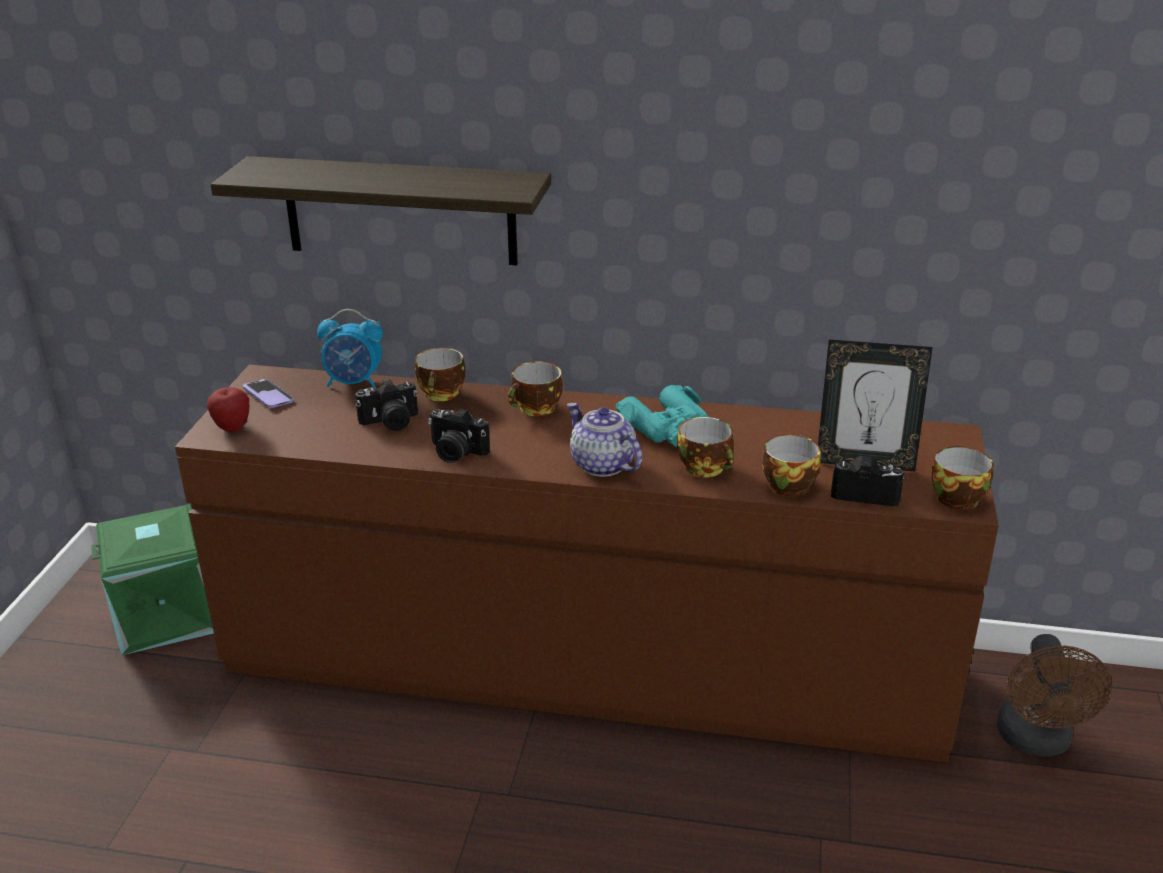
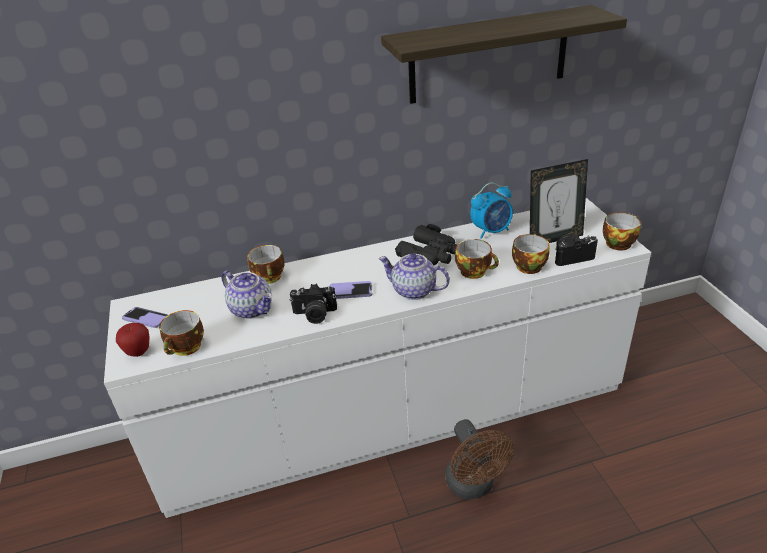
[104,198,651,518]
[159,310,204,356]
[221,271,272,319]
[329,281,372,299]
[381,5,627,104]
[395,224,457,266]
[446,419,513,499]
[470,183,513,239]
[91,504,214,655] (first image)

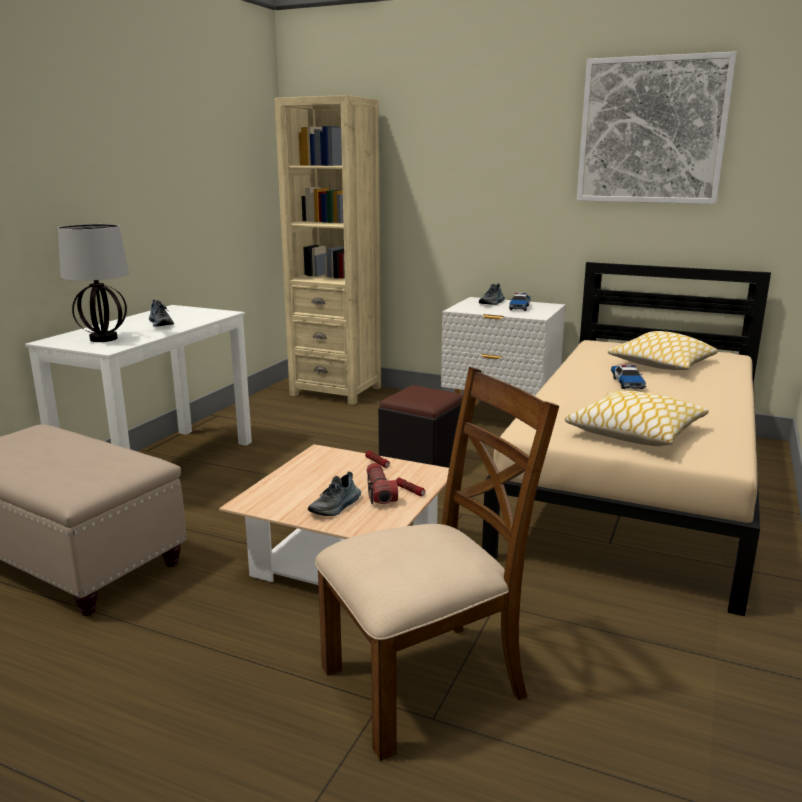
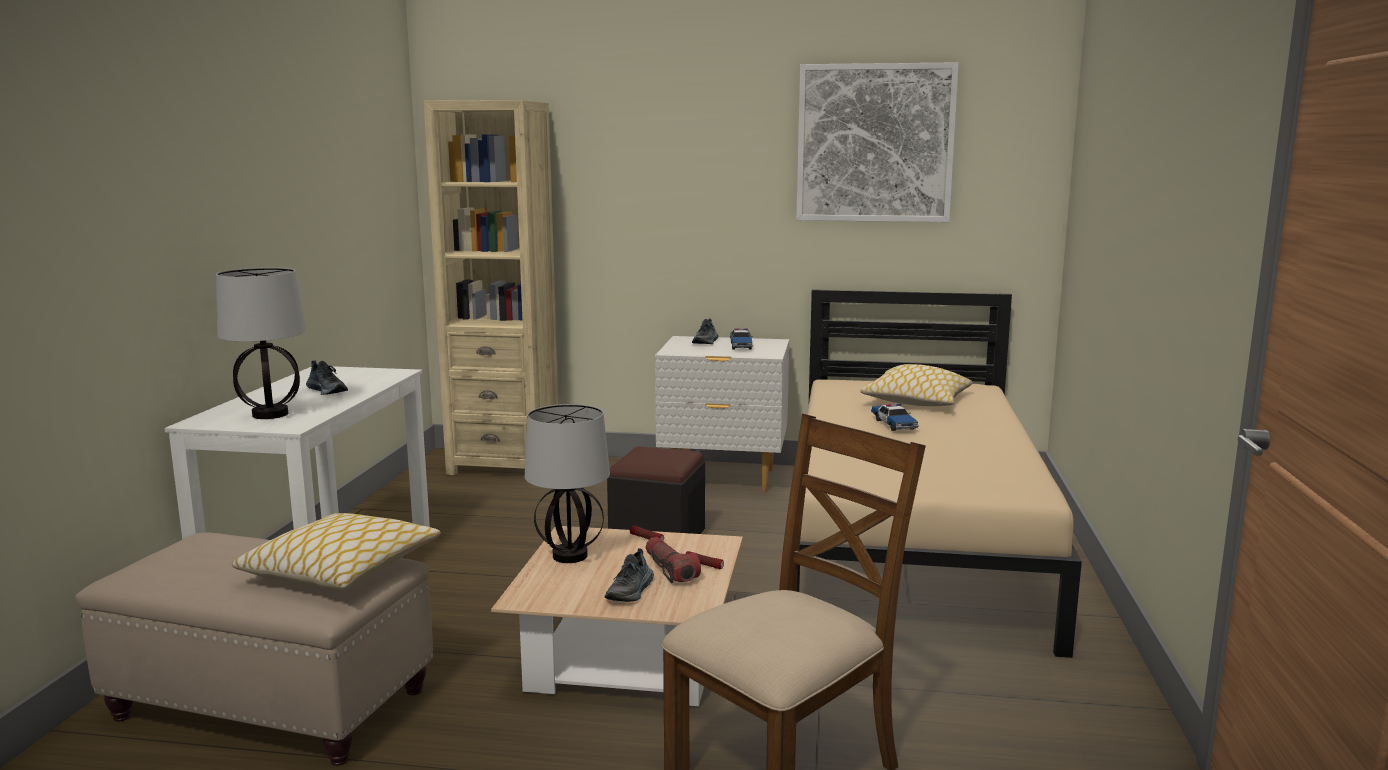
[232,513,441,591]
[525,404,610,563]

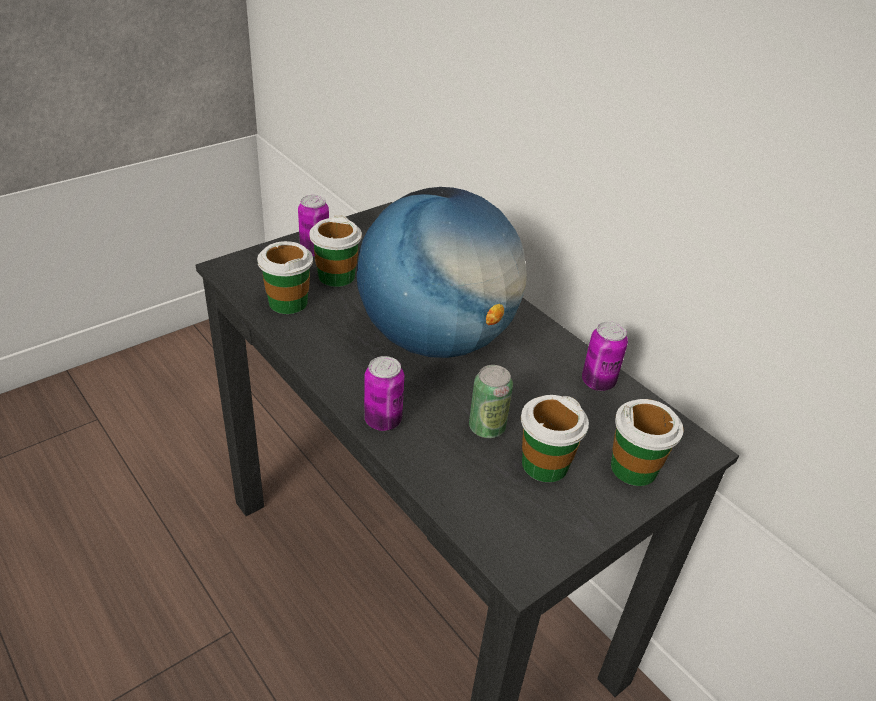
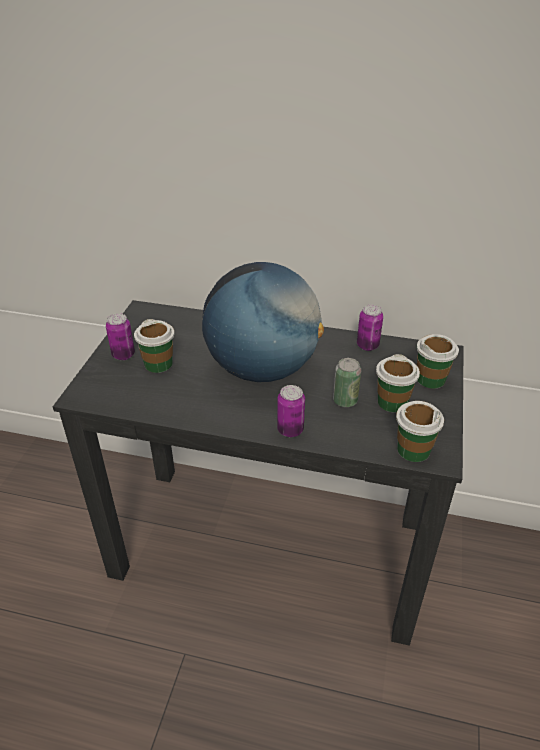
[396,401,444,462]

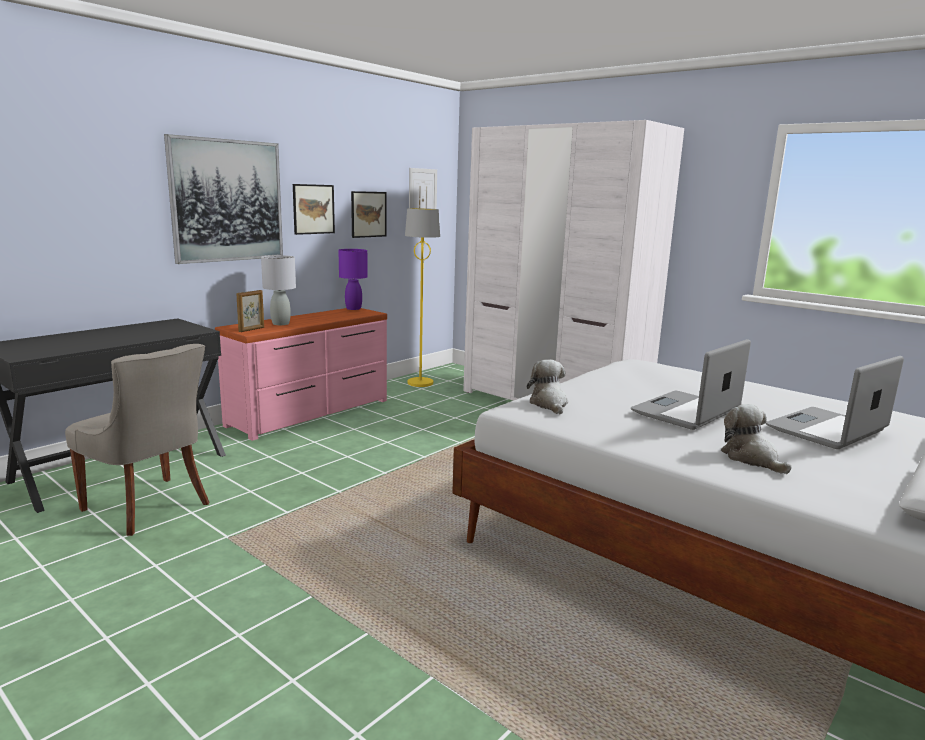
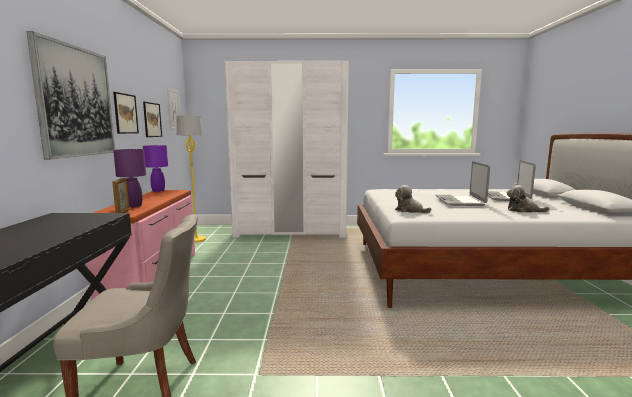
[113,149,146,207]

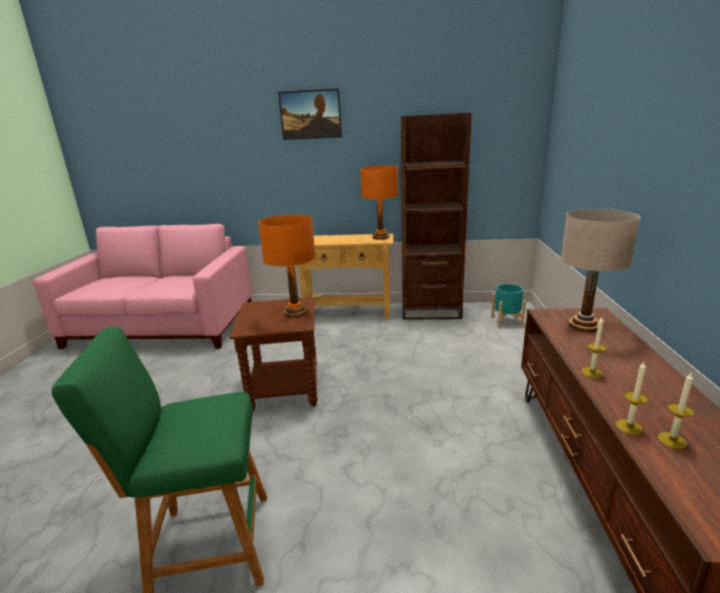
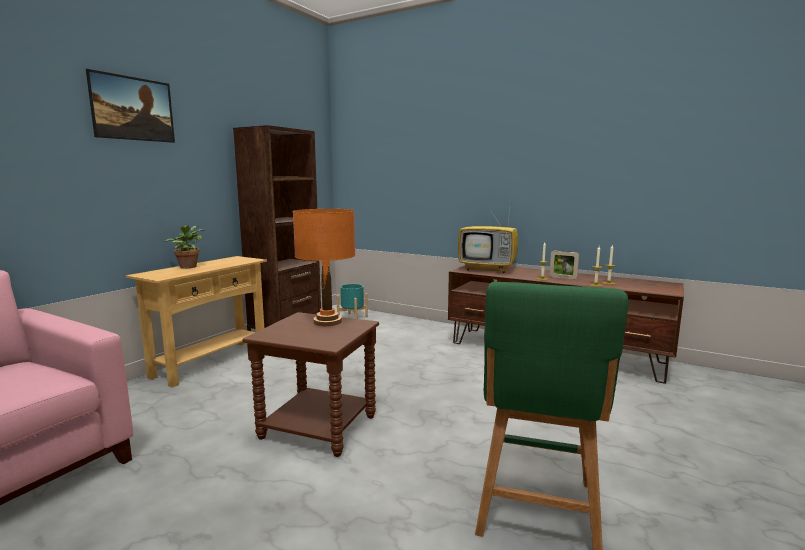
[164,225,204,269]
[458,202,518,273]
[550,251,579,279]
[360,166,398,240] (first image)

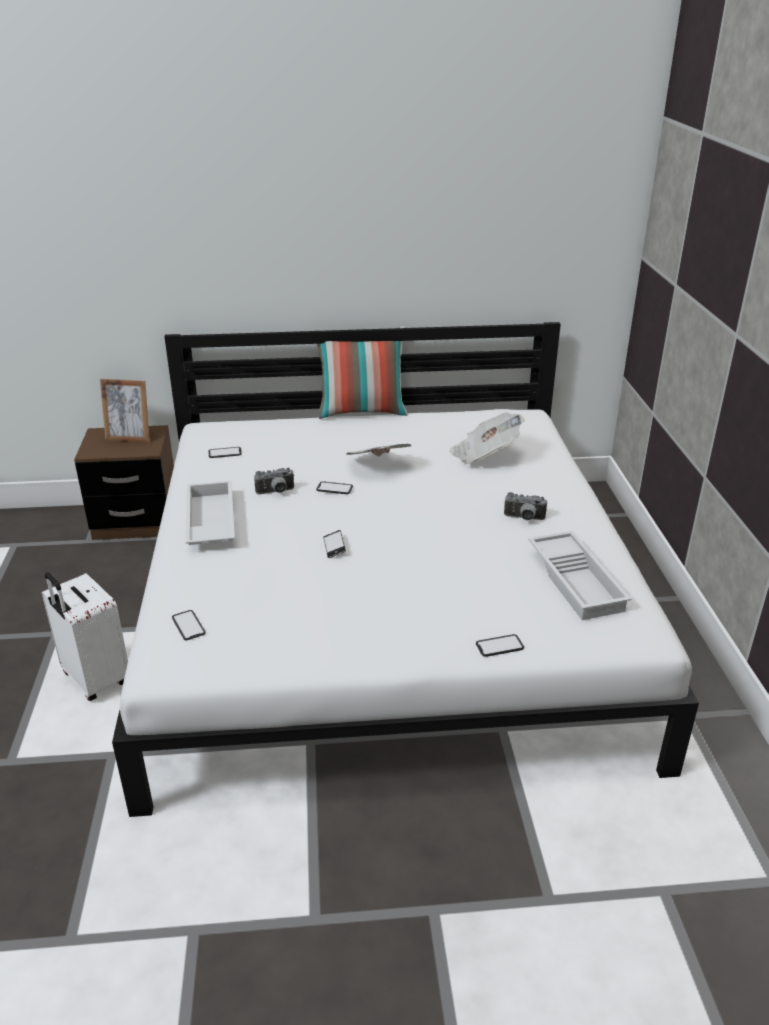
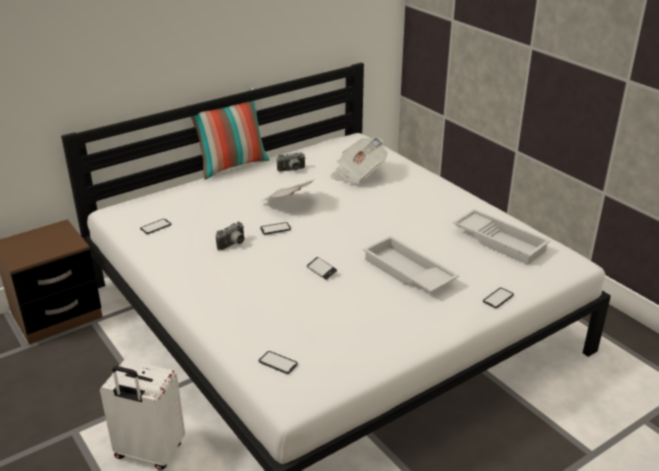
[277,152,306,172]
[363,236,459,293]
[100,379,150,443] (first image)

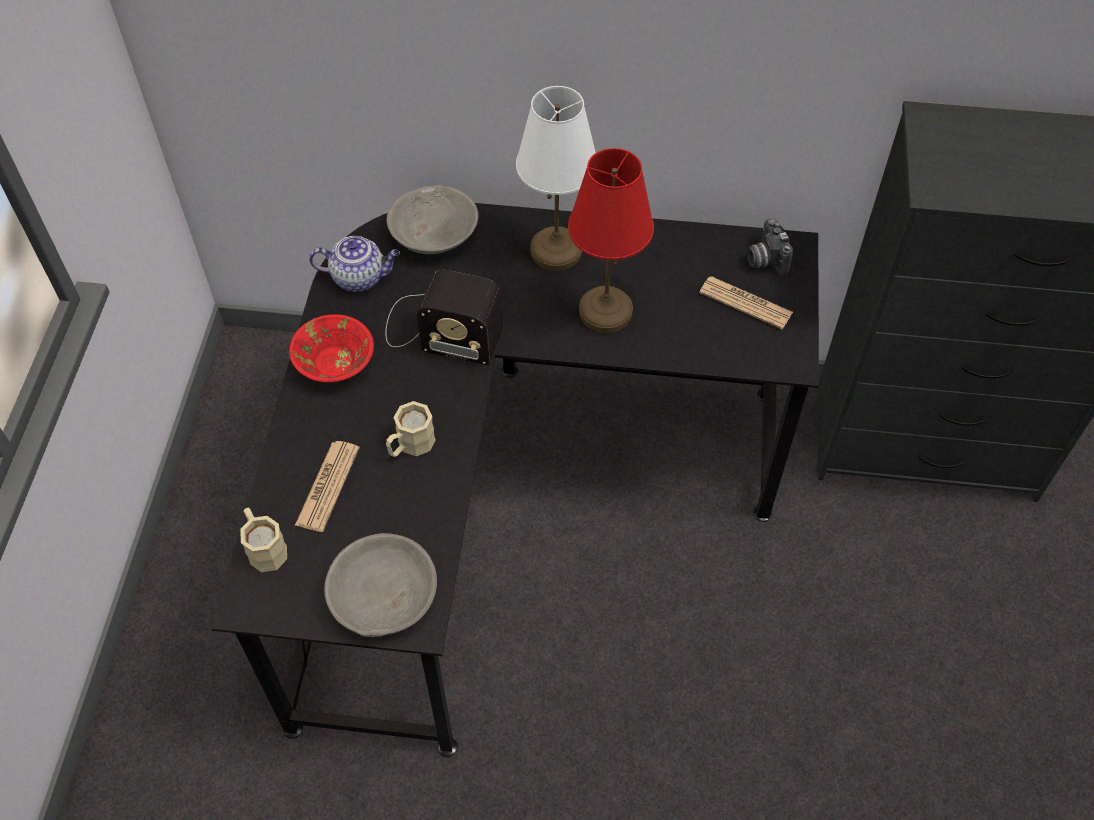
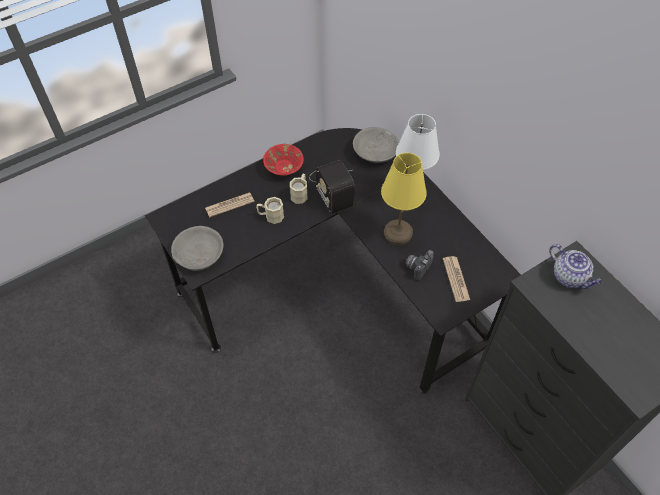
[290,174,308,204]
[381,153,427,245]
[405,250,434,280]
[549,244,602,289]

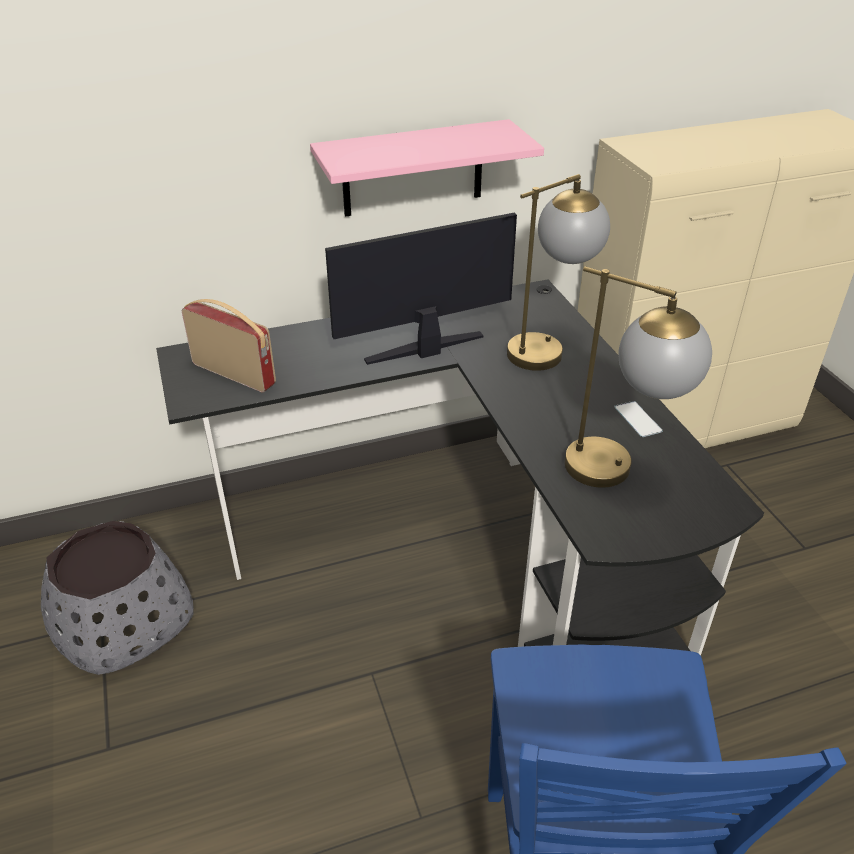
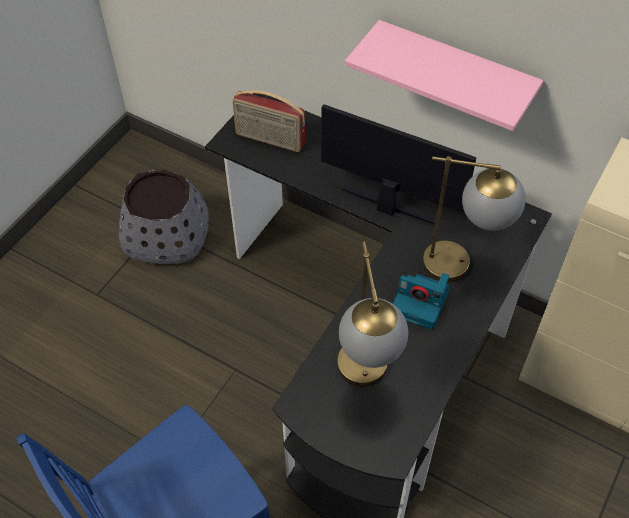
[232,90,305,152]
[393,273,449,330]
[614,401,663,437] (first image)

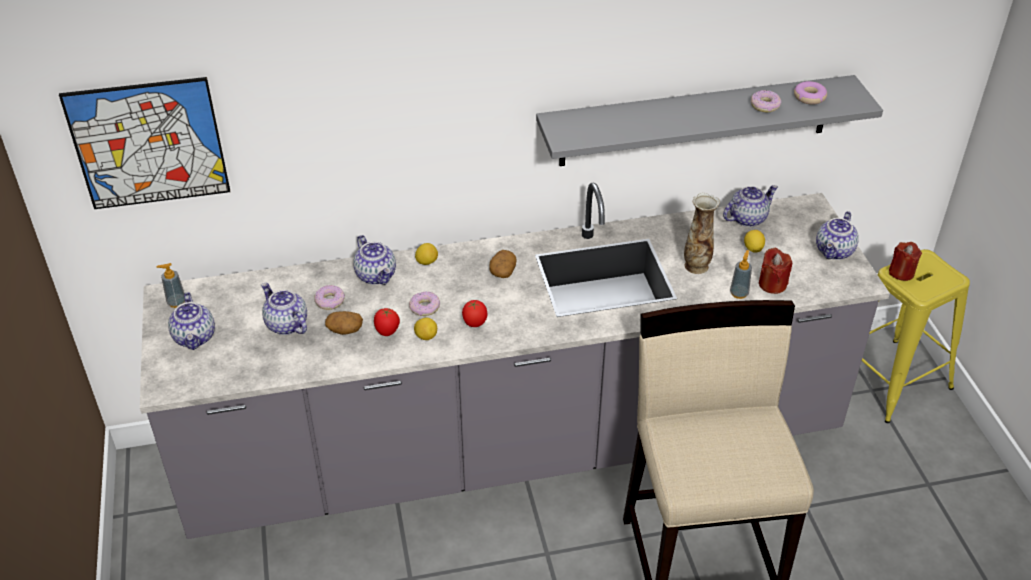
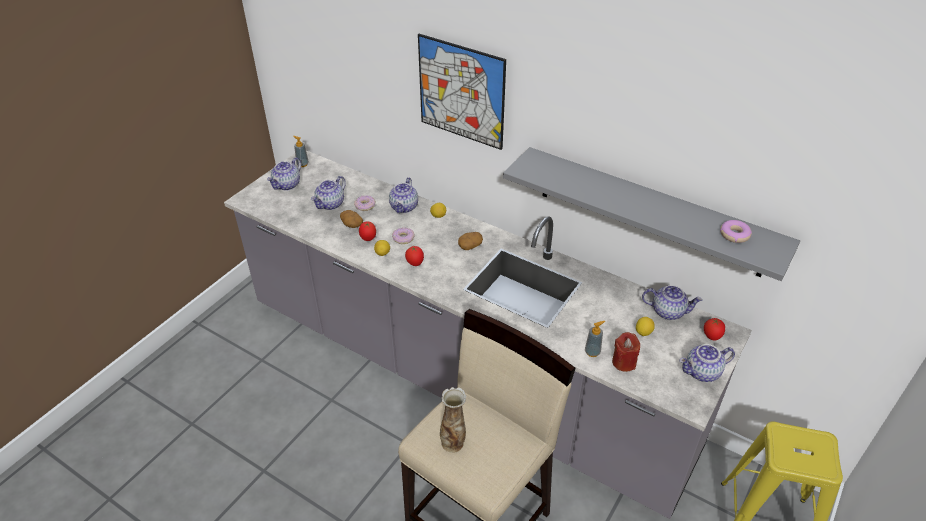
[311,176,346,210]
[418,34,506,150]
[440,387,467,453]
[704,318,725,340]
[751,90,781,112] (first image)
[889,242,922,281] (first image)

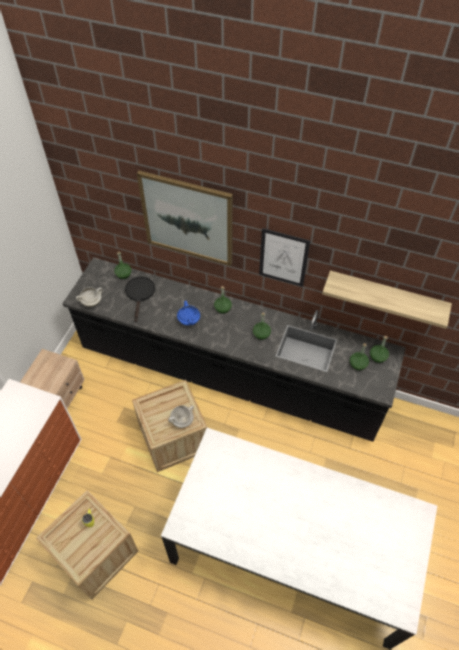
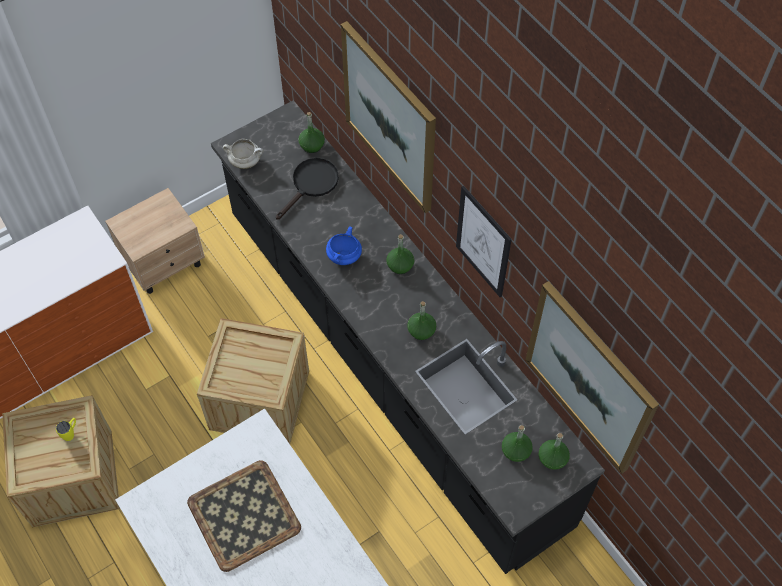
[187,460,301,572]
[525,281,659,474]
[168,405,194,428] (first image)

